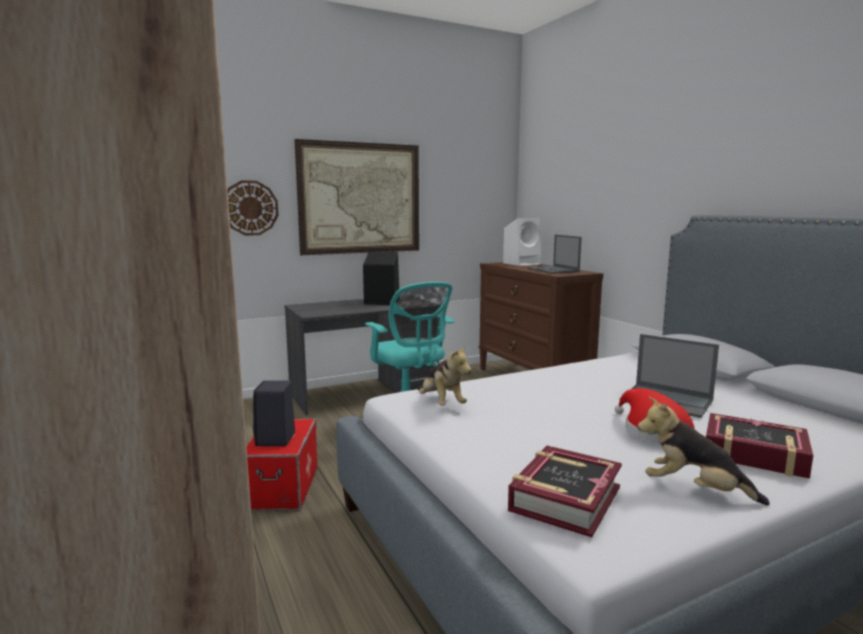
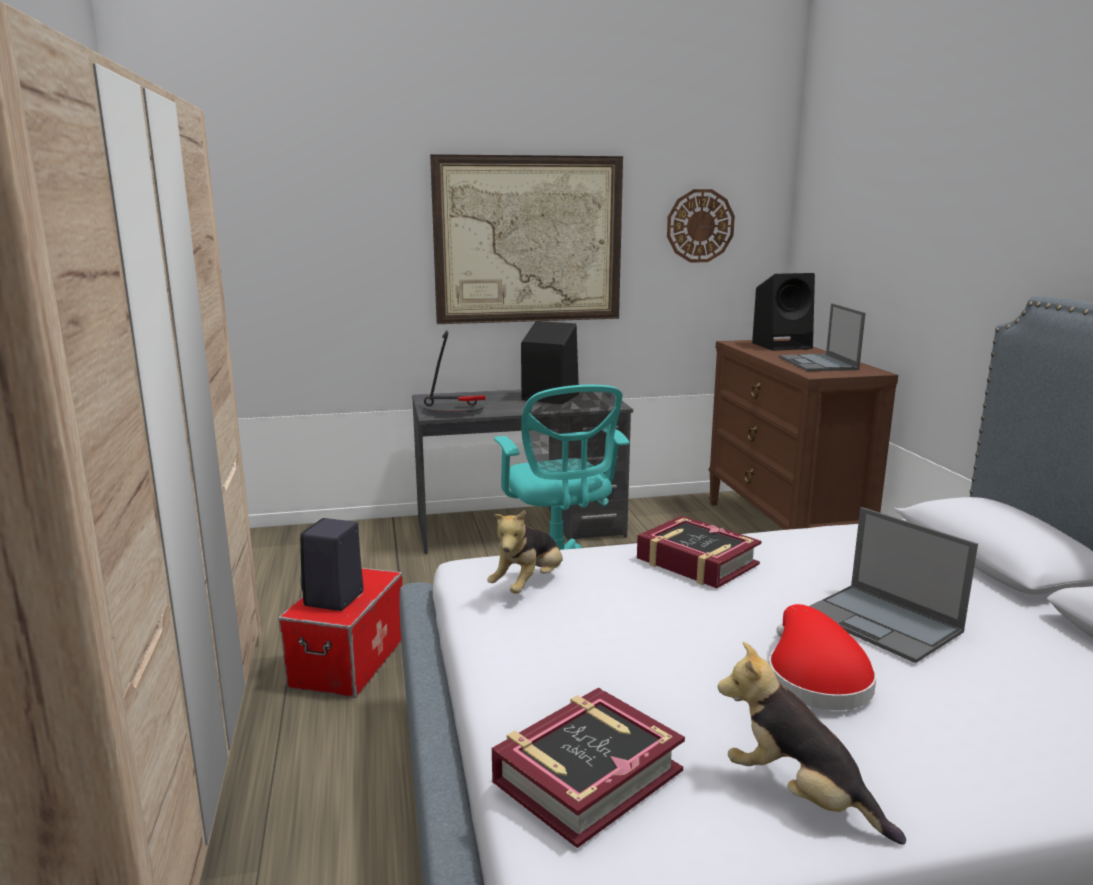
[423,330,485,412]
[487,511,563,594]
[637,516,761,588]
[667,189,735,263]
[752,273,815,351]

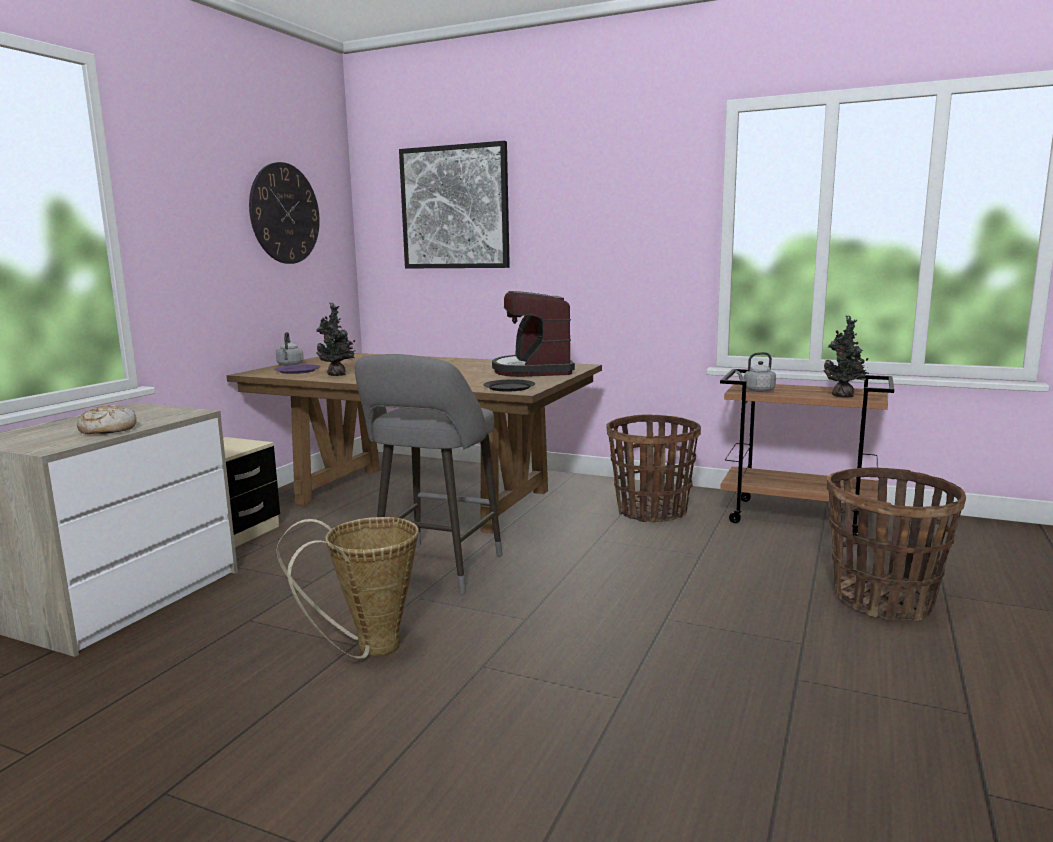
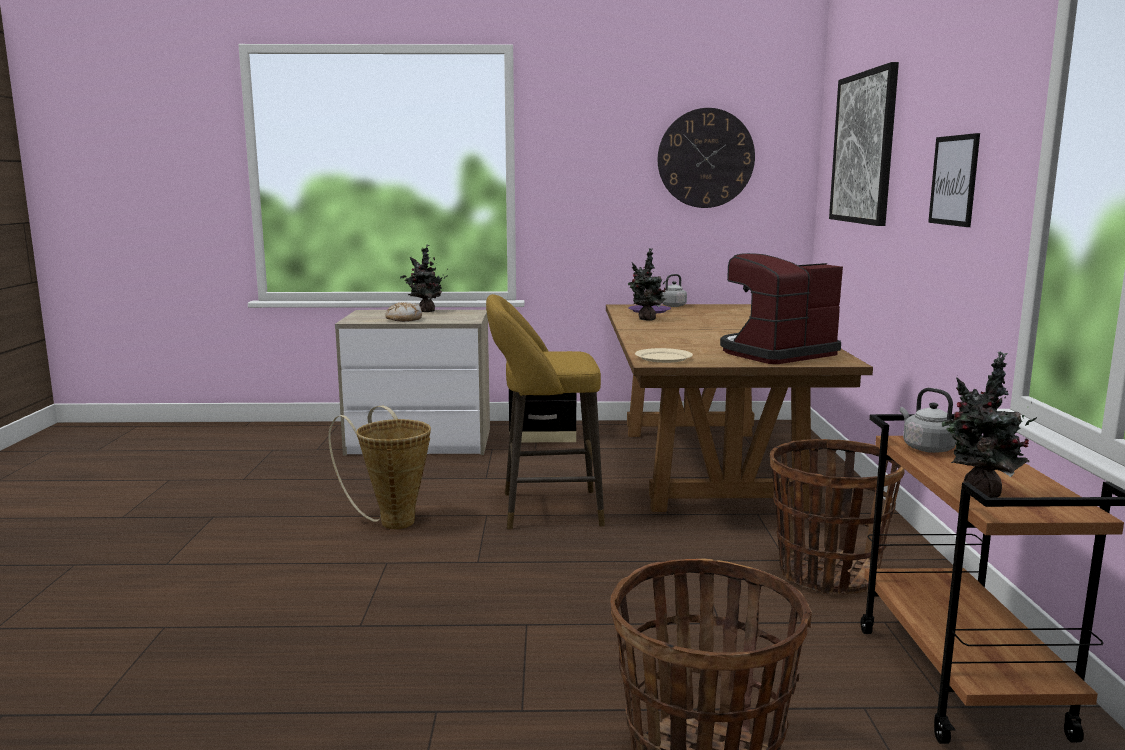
[400,245,448,312]
[486,294,605,529]
[635,348,693,363]
[928,133,980,227]

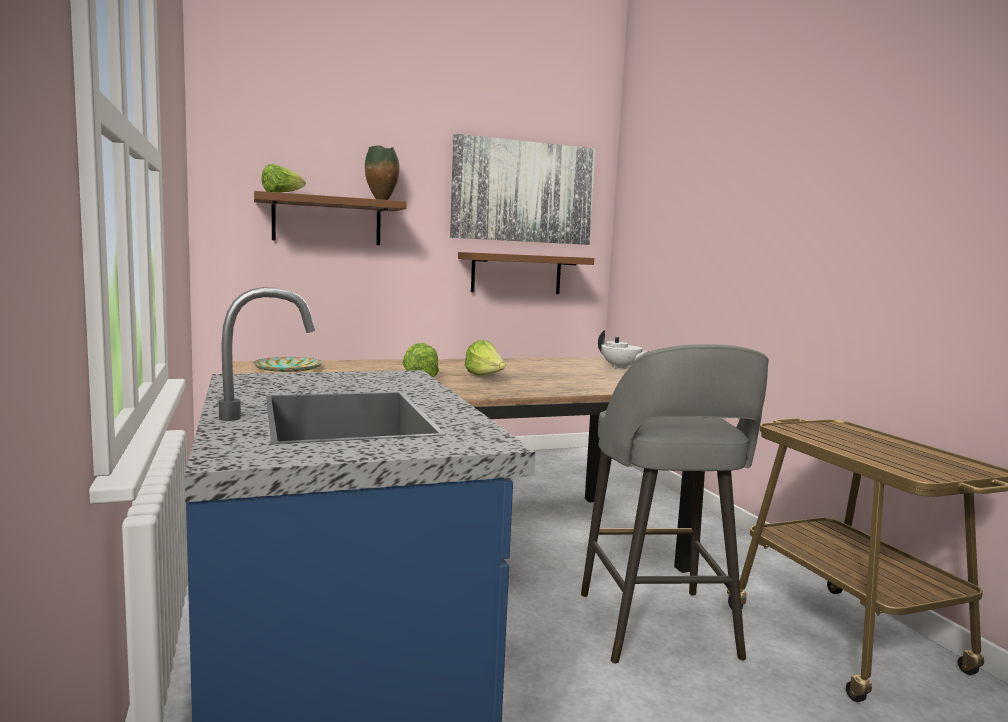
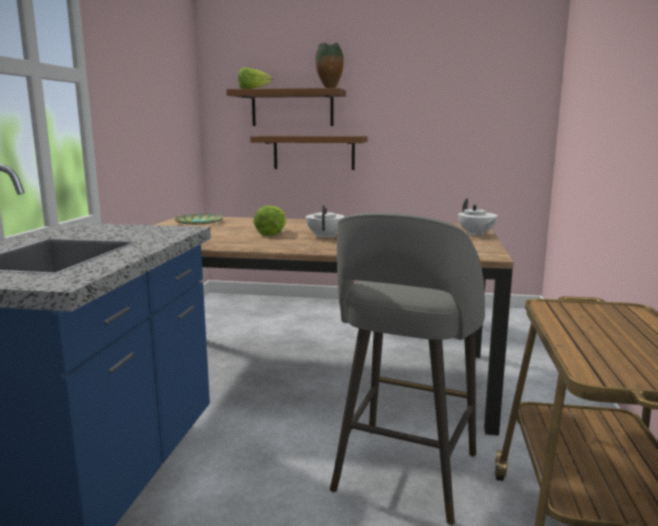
[250,136,367,170]
[306,205,345,239]
[450,134,595,245] (first image)

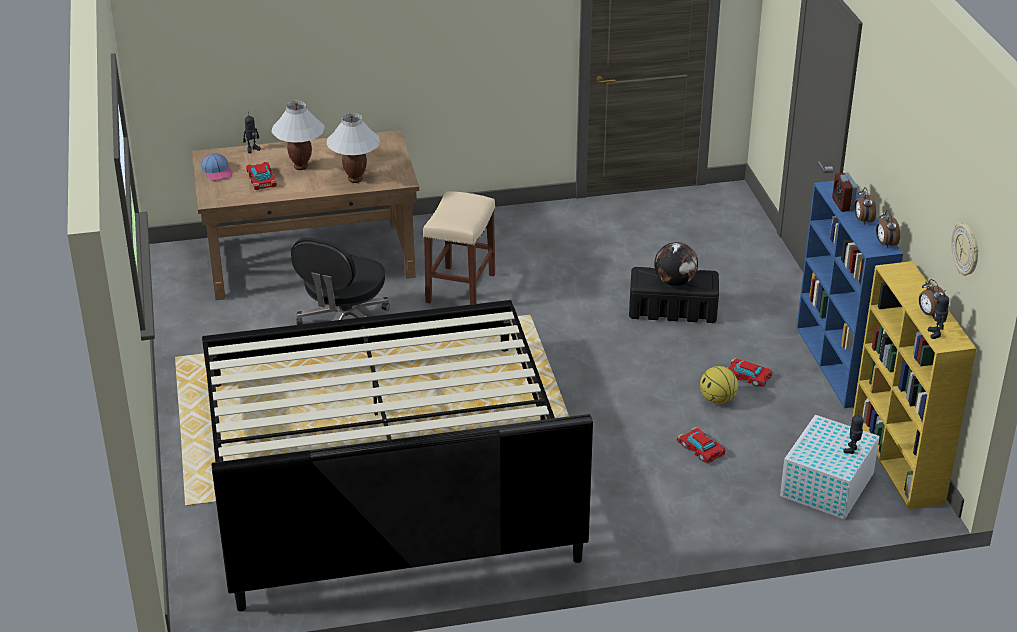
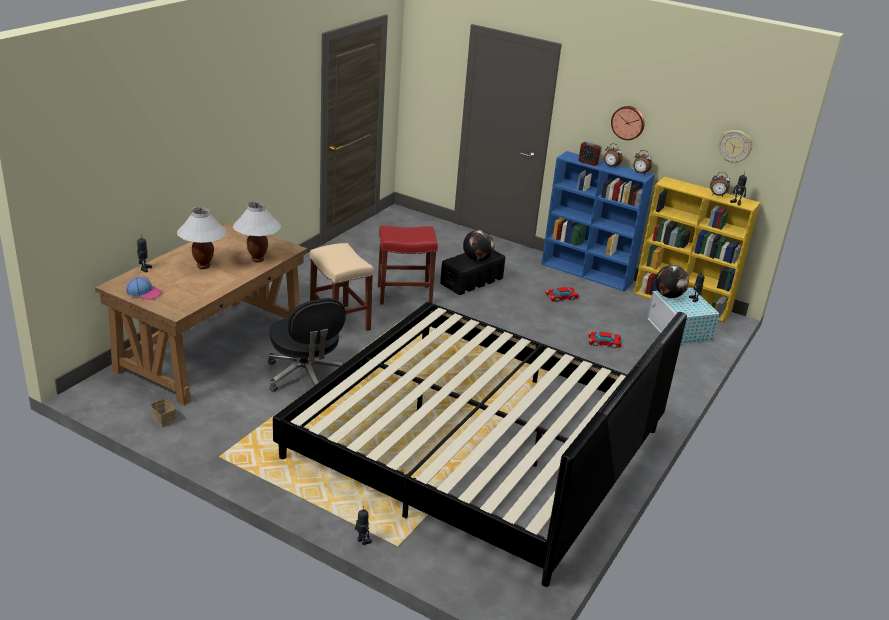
[150,382,176,427]
[355,506,372,545]
[378,226,438,305]
[611,106,645,140]
[655,265,689,298]
[246,162,277,190] (first image)
[700,366,738,404] (first image)

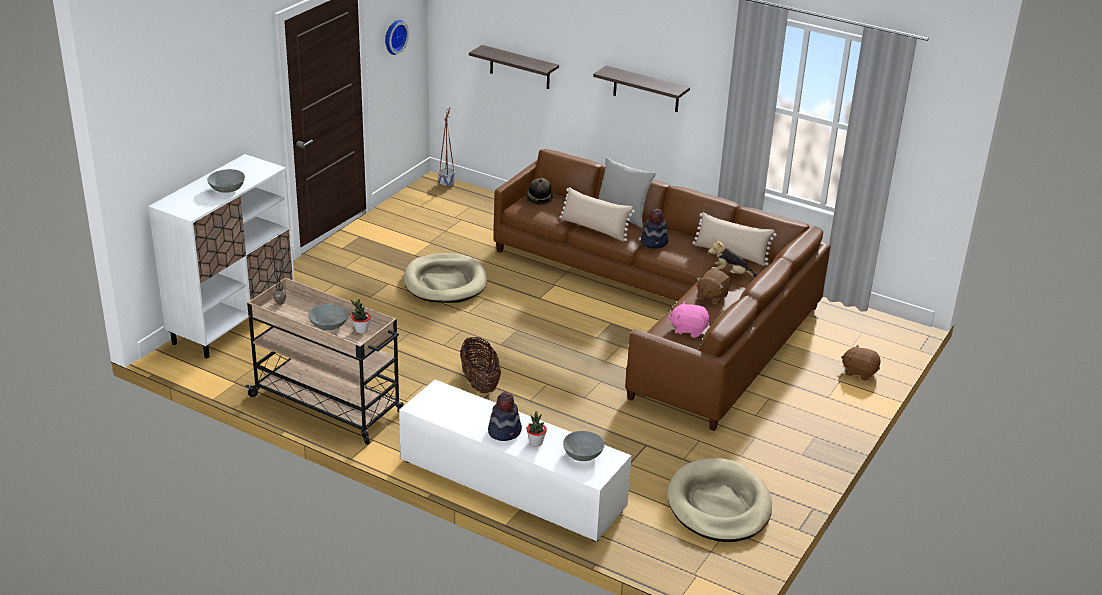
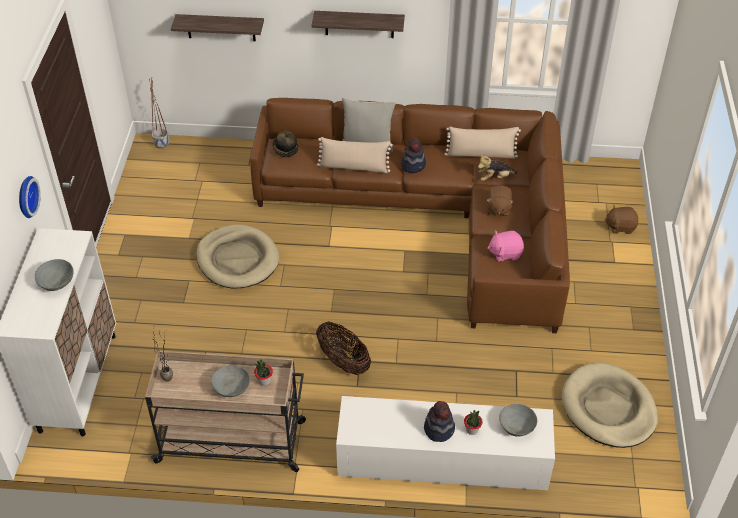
[19,176,41,218]

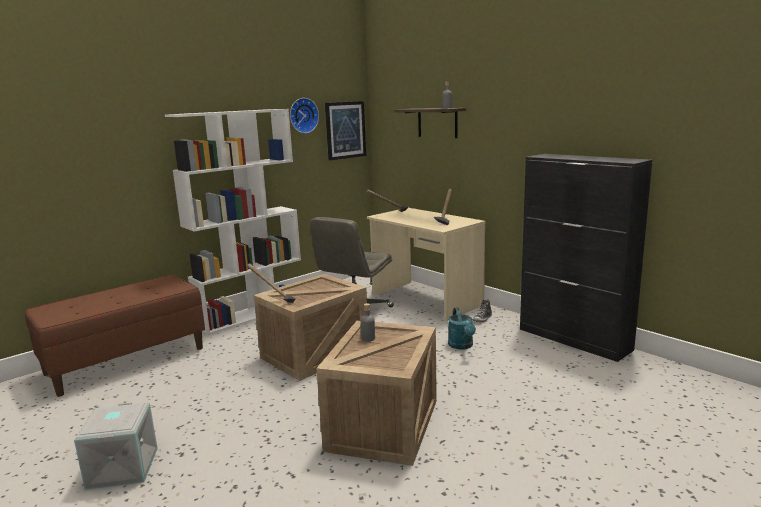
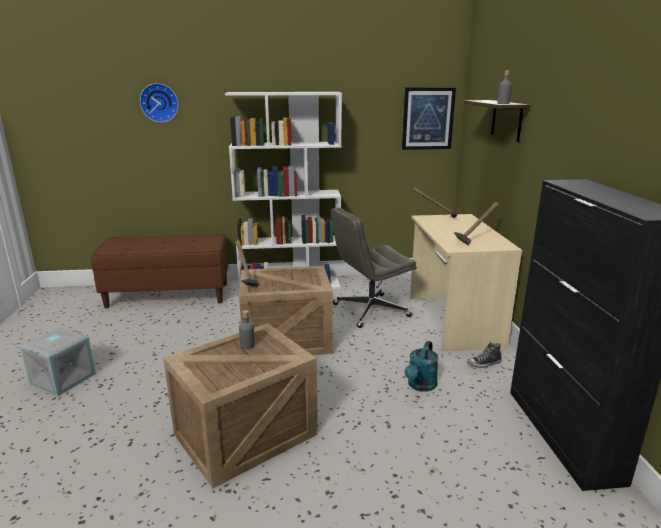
[140,83,178,123]

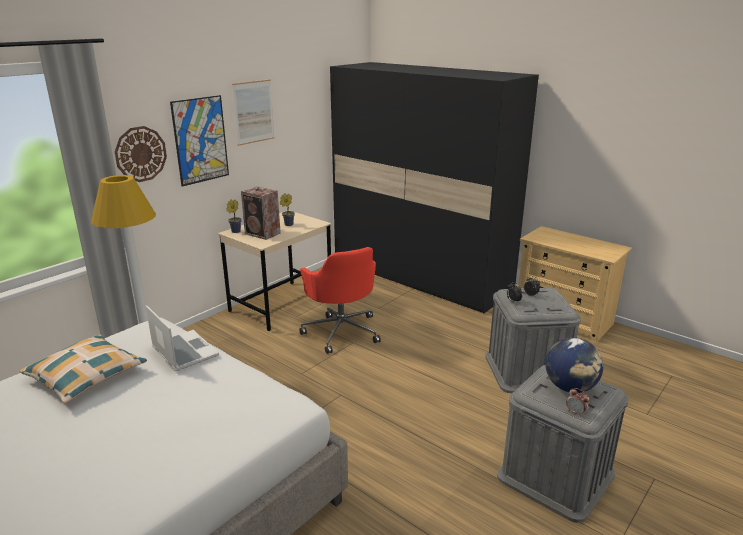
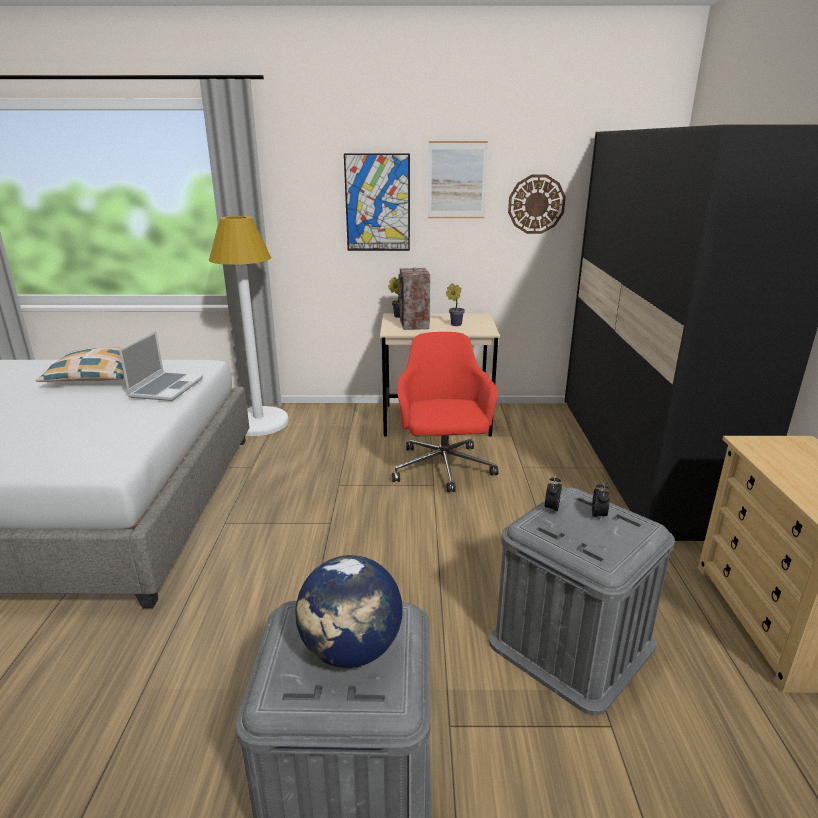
[392,332,498,492]
[508,175,566,234]
[566,388,589,417] (first image)

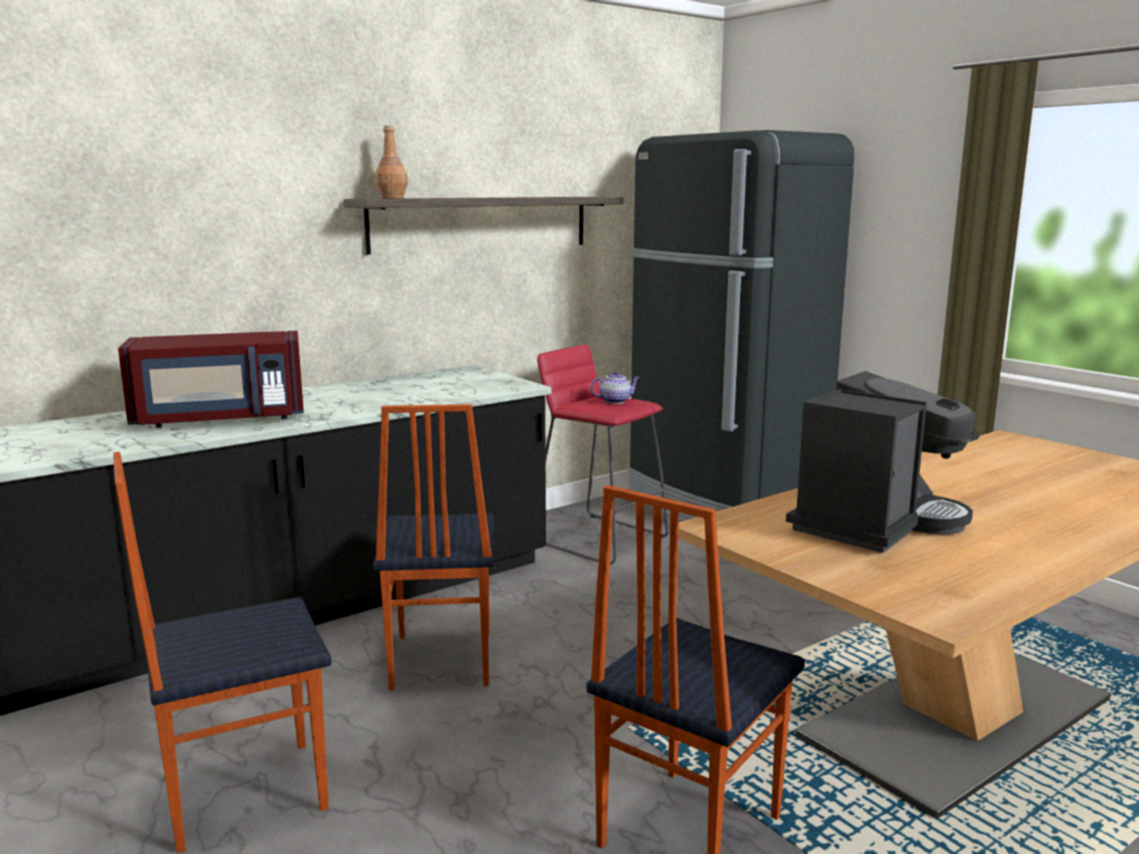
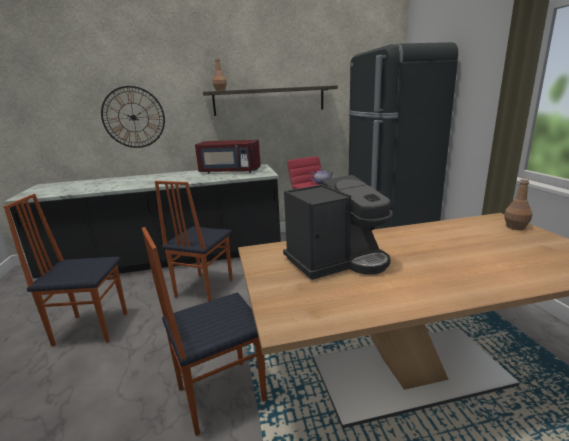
[101,86,165,148]
[195,140,261,174]
[504,179,533,230]

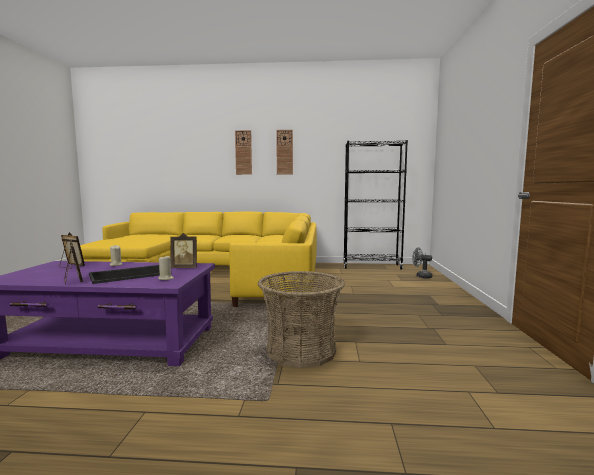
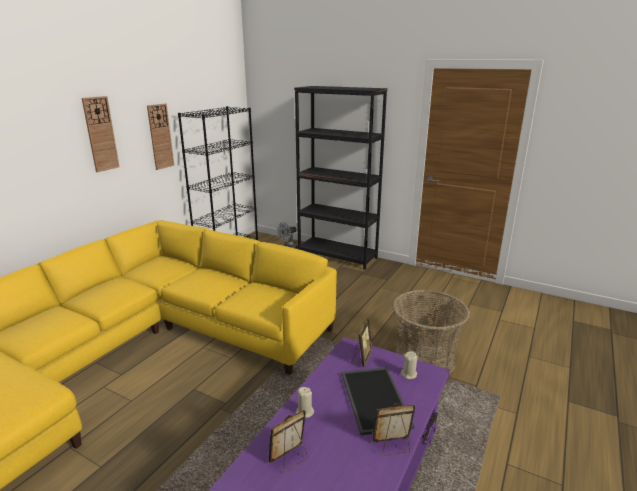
[147,104,174,170]
[294,86,388,270]

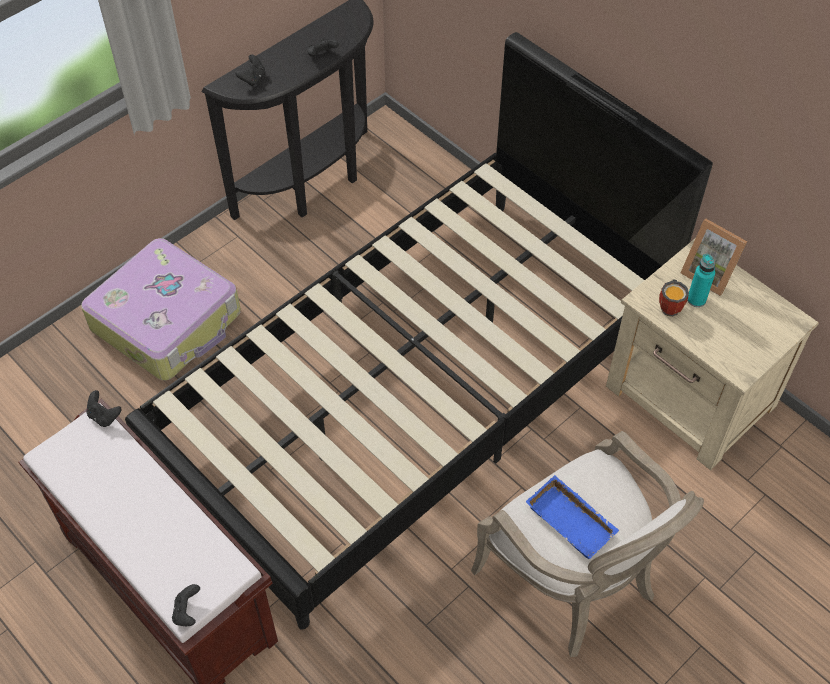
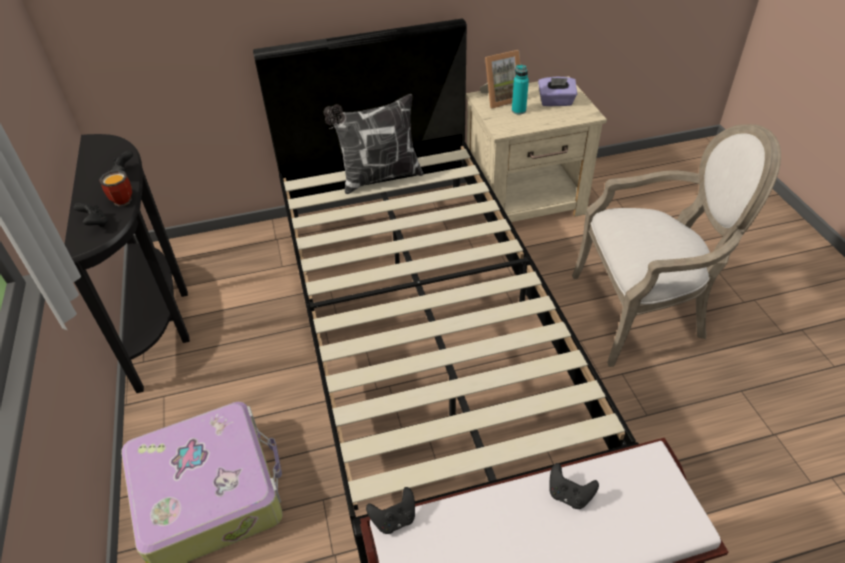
[99,170,132,206]
[324,94,424,194]
[538,77,577,106]
[549,463,599,509]
[526,475,619,559] (first image)

